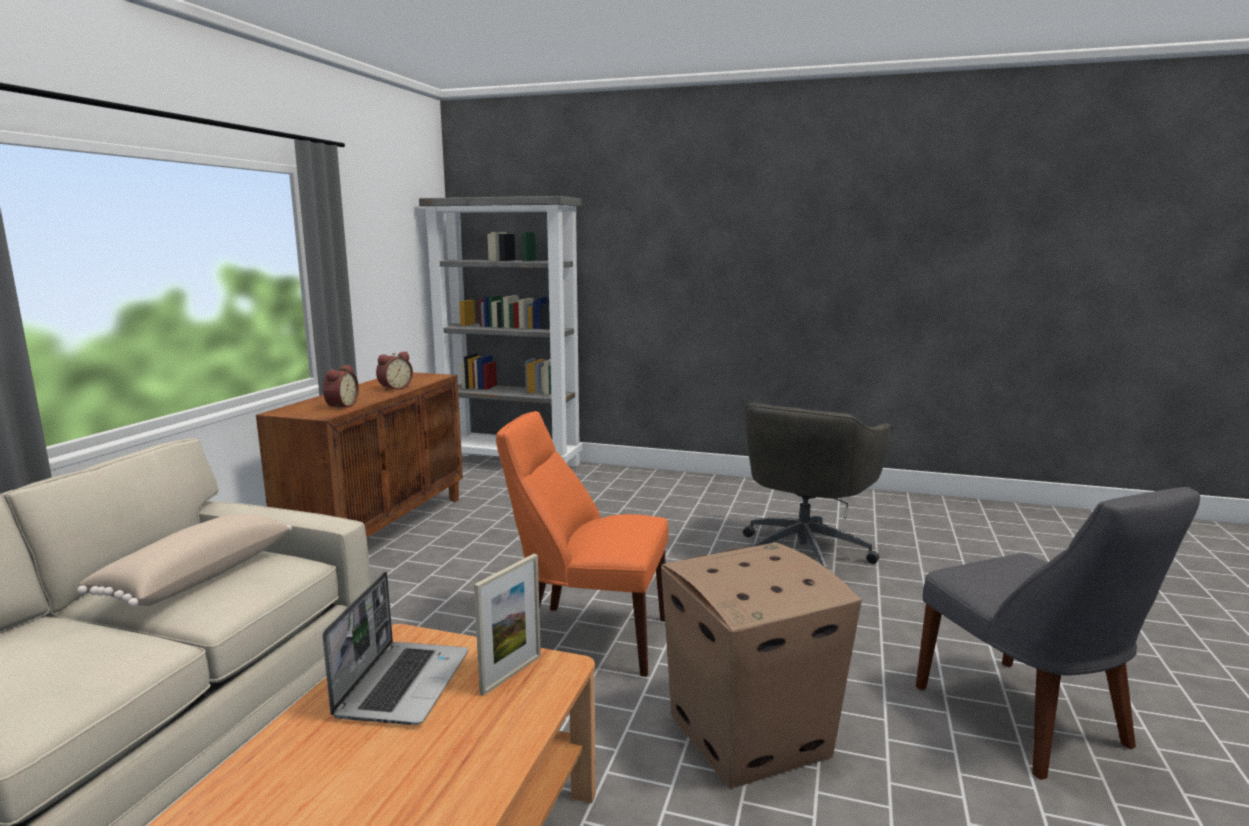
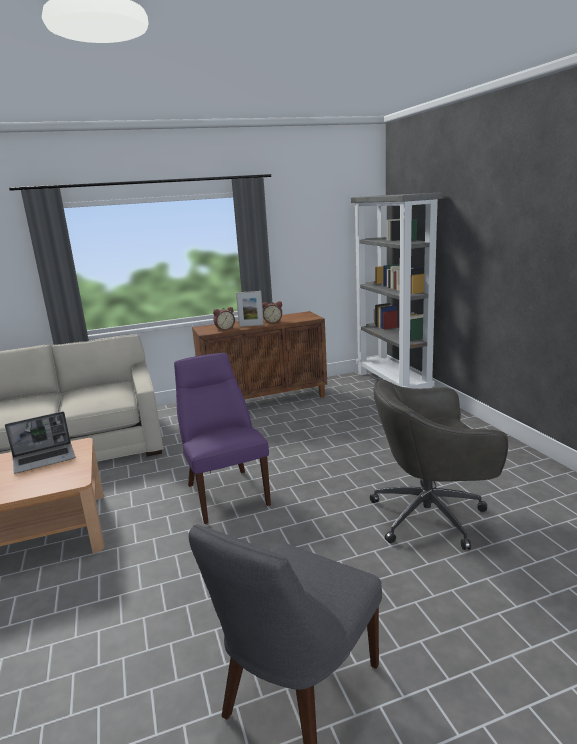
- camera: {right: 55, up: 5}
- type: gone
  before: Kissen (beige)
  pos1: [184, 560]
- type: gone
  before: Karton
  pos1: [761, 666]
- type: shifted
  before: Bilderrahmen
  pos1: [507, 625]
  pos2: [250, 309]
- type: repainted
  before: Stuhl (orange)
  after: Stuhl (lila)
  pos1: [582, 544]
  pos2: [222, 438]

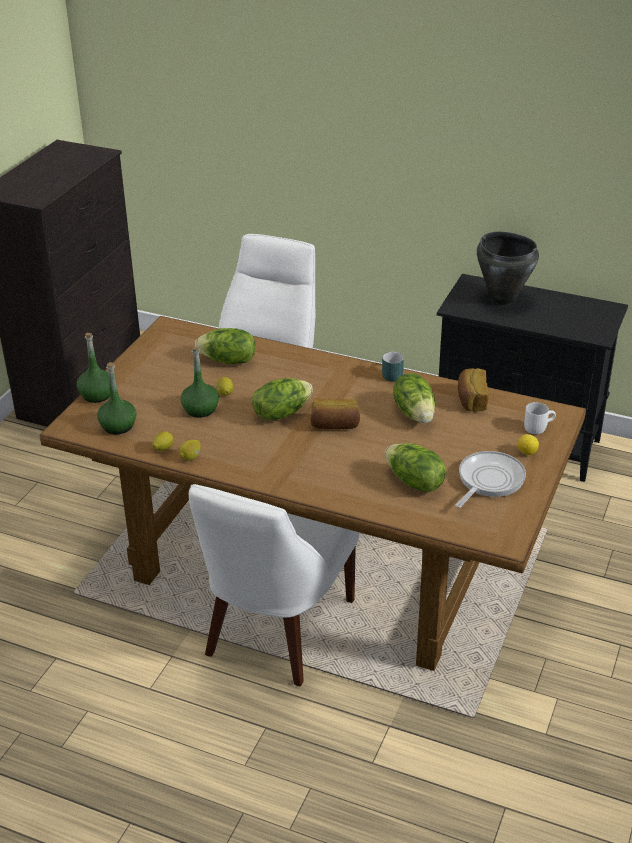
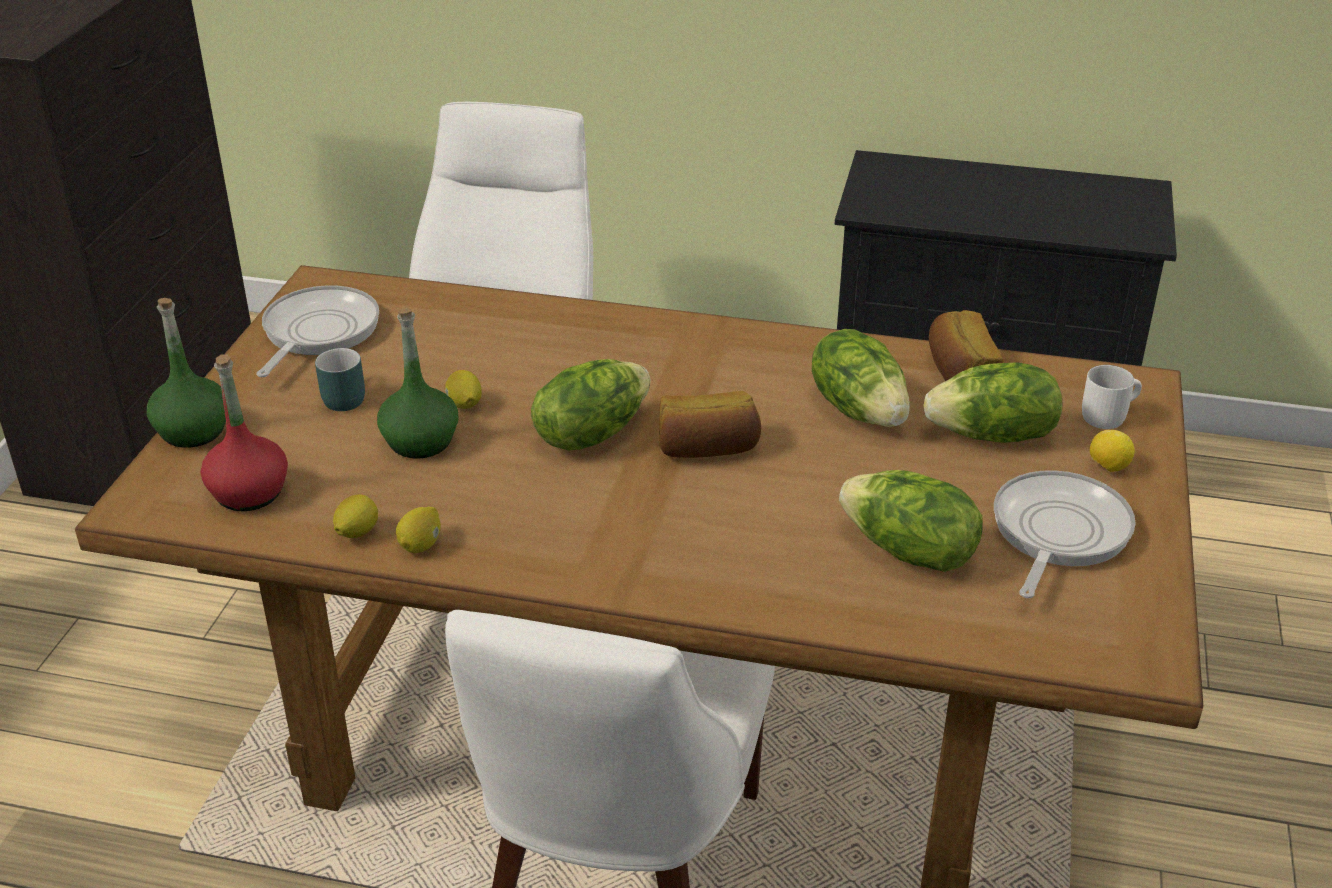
- camera: {right: -10, up: 0}
- type: gone
  before: Kochtopf (schwarz)
  pos1: [508, 268]
- type: new
  after: Pfanne
  pos2: [317, 331]
- type: shifted
  before: Salatkopf
  pos1: [225, 346]
  pos2: [993, 402]
- type: shifted
  before: Henkelbecher (türkis)
  pos1: [393, 367]
  pos2: [340, 379]
- type: repainted
  before: Flasche (grün)
  after: Flasche (rot)
  pos1: [117, 398]
  pos2: [244, 432]

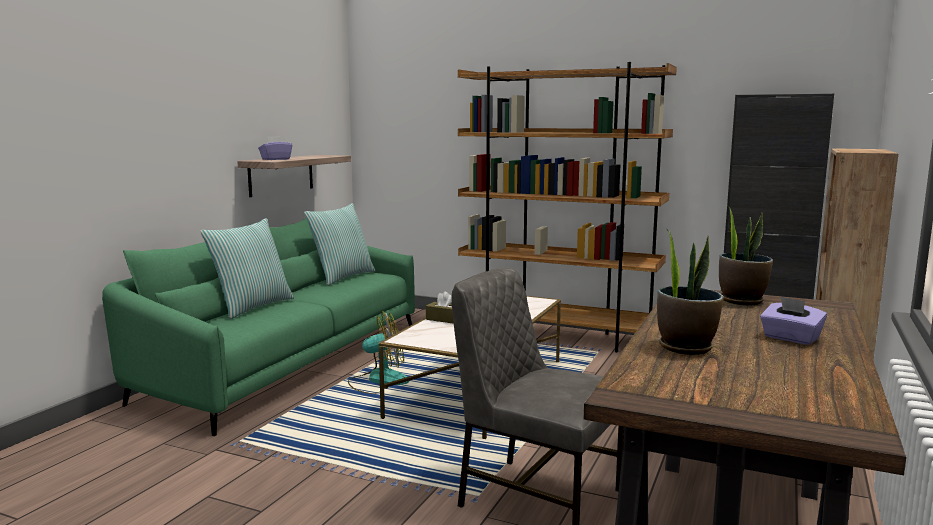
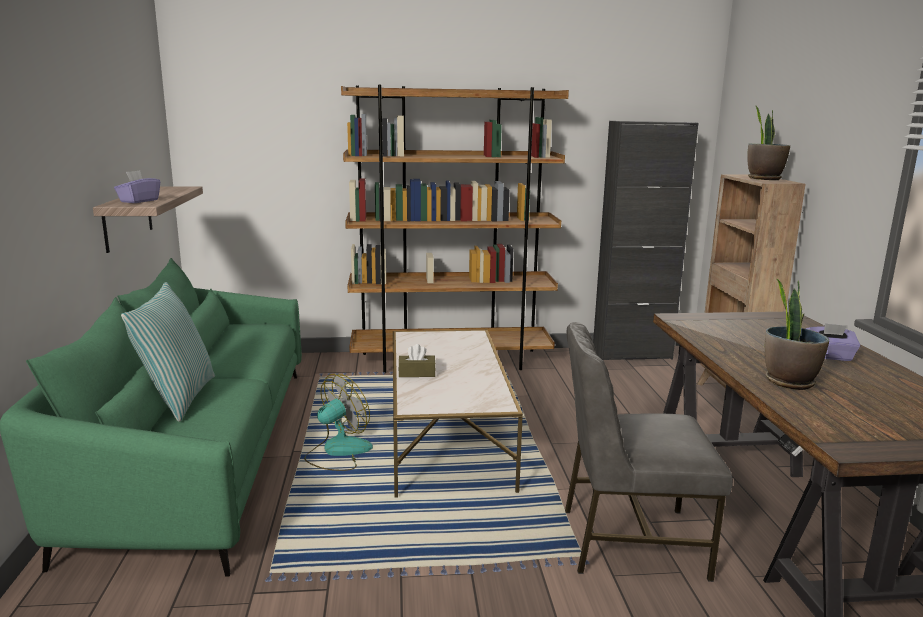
- camera: {right: -30, up: 5}
- type: gone
  before: Kissen
  pos1: [340, 244]
- type: shifted
  before: Topfpflanze
  pos1: [746, 257]
  pos2: [768, 142]

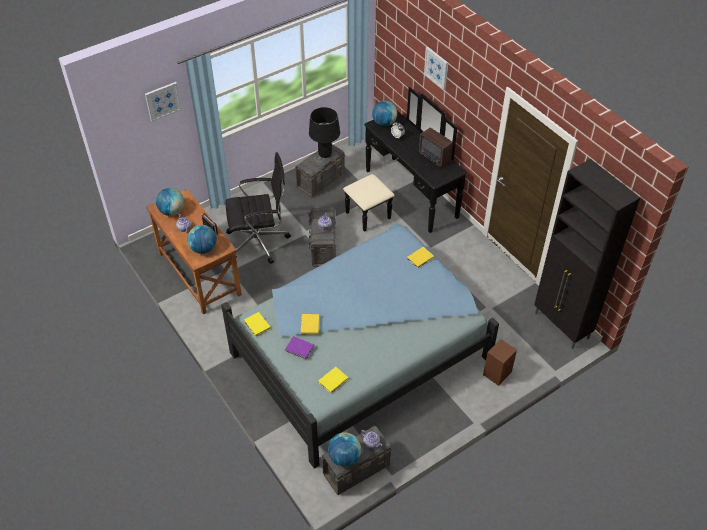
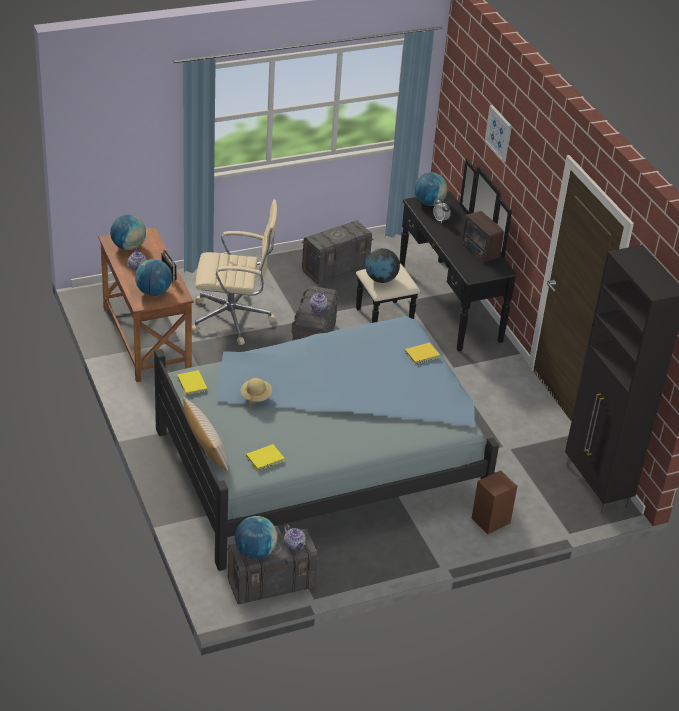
- camera: {right: 10, up: -10}
- type: gone
  before: Bild
  pos1: [163, 102]
- type: gone
  before: Buch (lila)
  pos1: [299, 347]
- type: gone
  before: Tischlampe (schwarz)
  pos1: [324, 132]
- type: new
  after: Kissen (beige)
  pos2: [205, 434]
- type: new
  after: Globus
  pos2: [382, 265]
- type: swapped
  before: Buch (gelb)
  after: Hut (beige)
  pos1: [310, 324]
  pos2: [256, 392]
- type: repainted
  before: Bürostuhl (schwarz)
  after: Bürostuhl (beige)
  pos1: [258, 208]
  pos2: [235, 272]

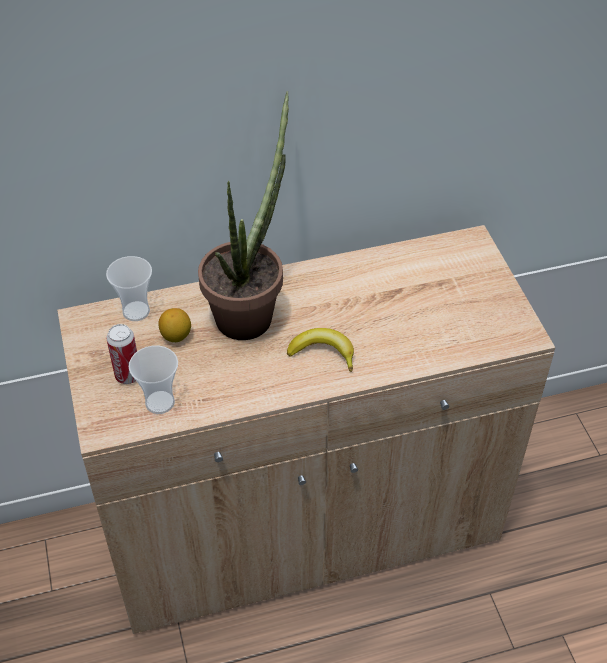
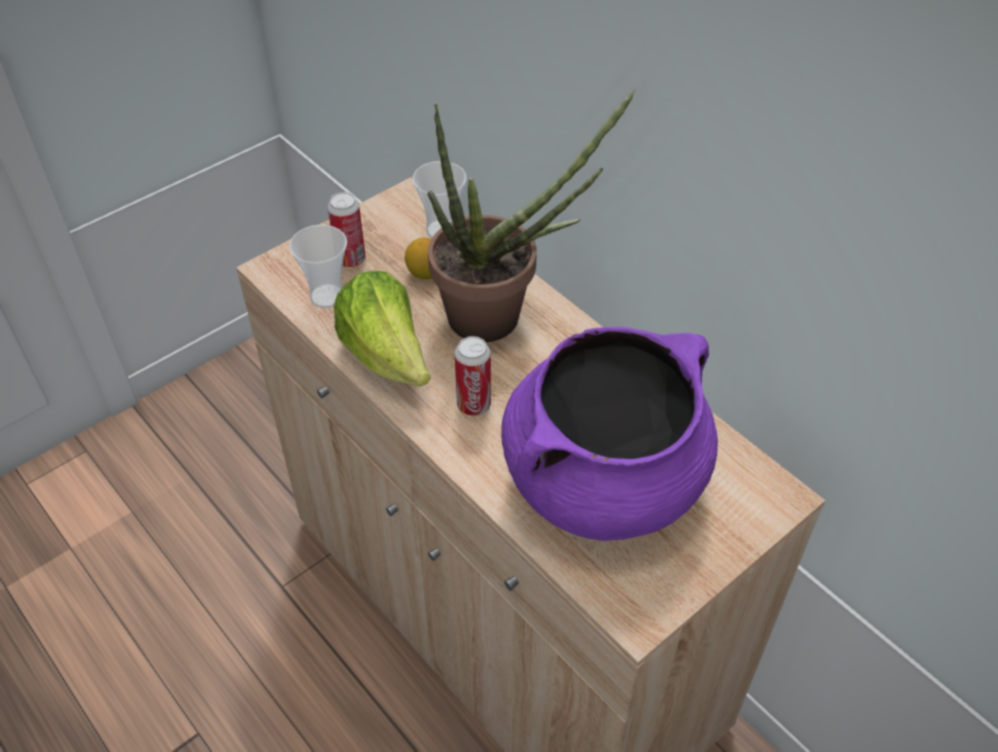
- camera: {right: 65, up: 0}
- type: new
  after: Salatkopf
  pos2: [382, 328]
- type: new
  after: Kochtopf (lila)
  pos2: [609, 434]
- type: swapped
  before: Banane
  after: Dose
  pos1: [320, 350]
  pos2: [473, 376]

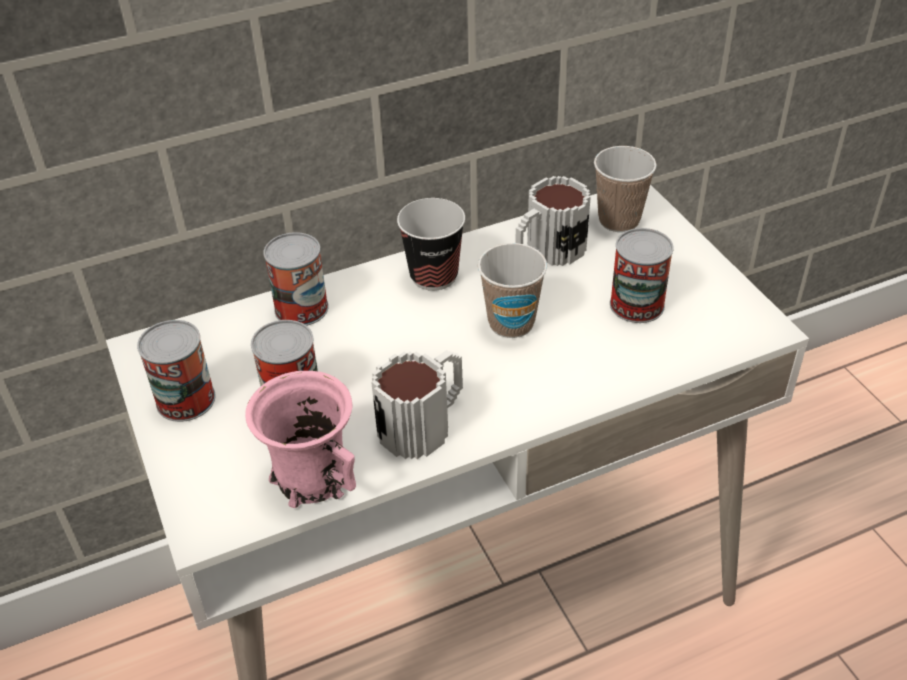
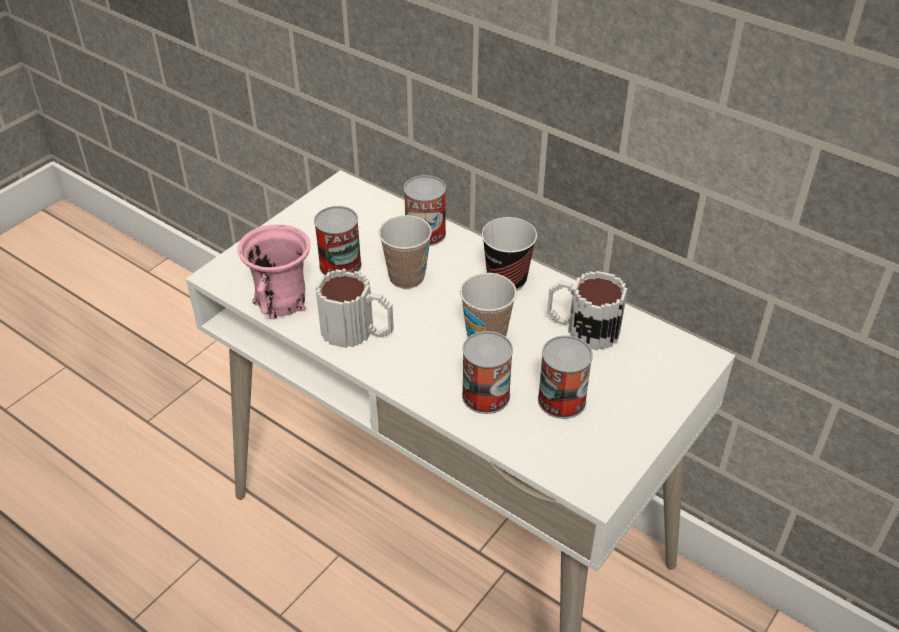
- camera: {right: 60, up: 0}
- type: shifted
  before: Dose
  pos1: [176, 371]
  pos2: [487, 372]
- type: shifted
  before: Tasse
  pos1: [625, 189]
  pos2: [405, 252]

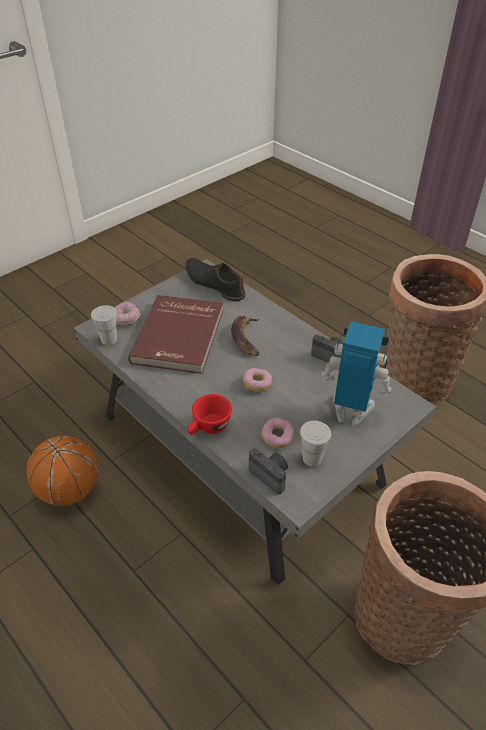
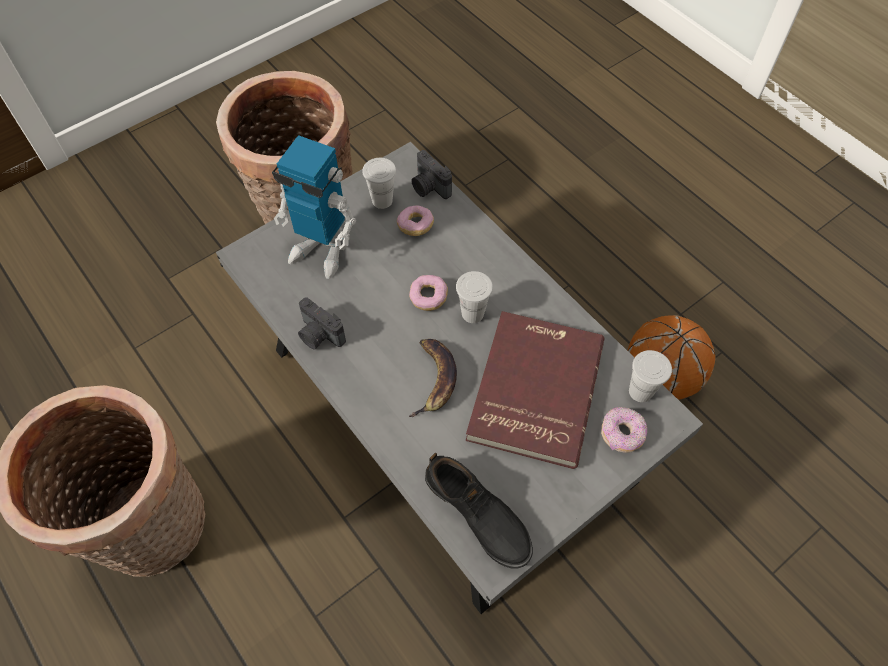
- camera: {right: -175, up: 15}
- type: gone
  before: Tasse (rot)
  pos1: [209, 414]
- type: new
  after: Tasse (weiß)
  pos2: [474, 297]

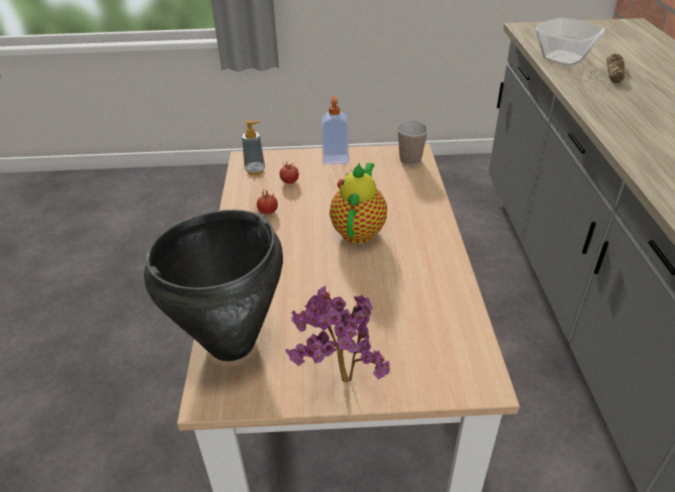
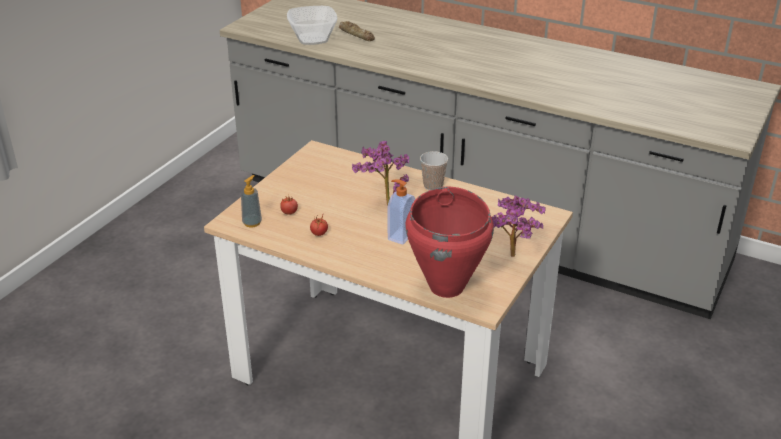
- camera: {right: -60, up: -5}
- type: shifted
  before: Seifenspender
  pos1: [335, 130]
  pos2: [401, 212]
- type: shifted
  before: Tasse
  pos1: [413, 143]
  pos2: [434, 170]
- type: swapped
  before: Teekanne
  after: Topfpflanze
  pos1: [358, 203]
  pos2: [380, 173]
- type: repainted
  before: Kochtopf (schwarz)
  after: Kochtopf (rot)
  pos1: [213, 285]
  pos2: [449, 242]

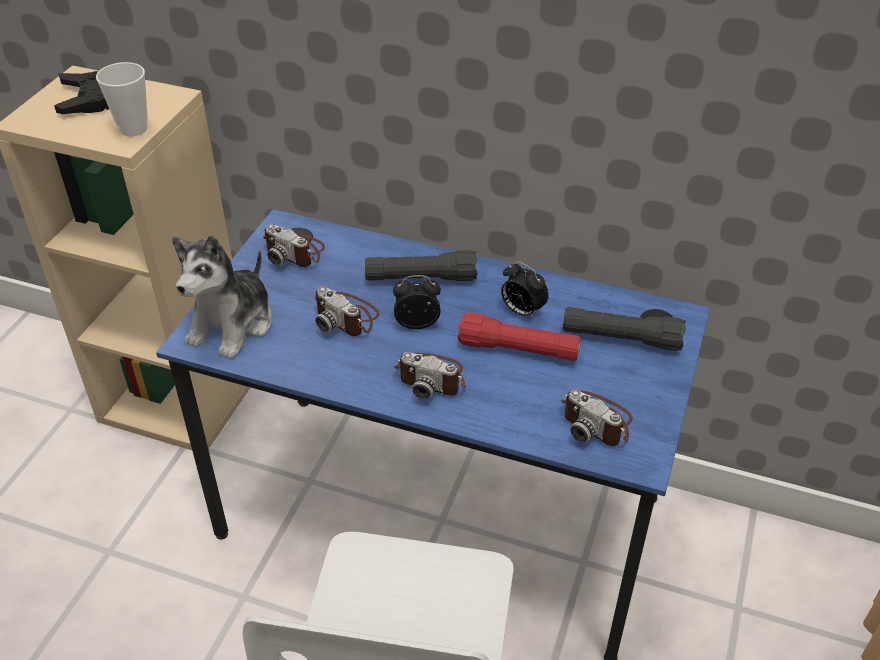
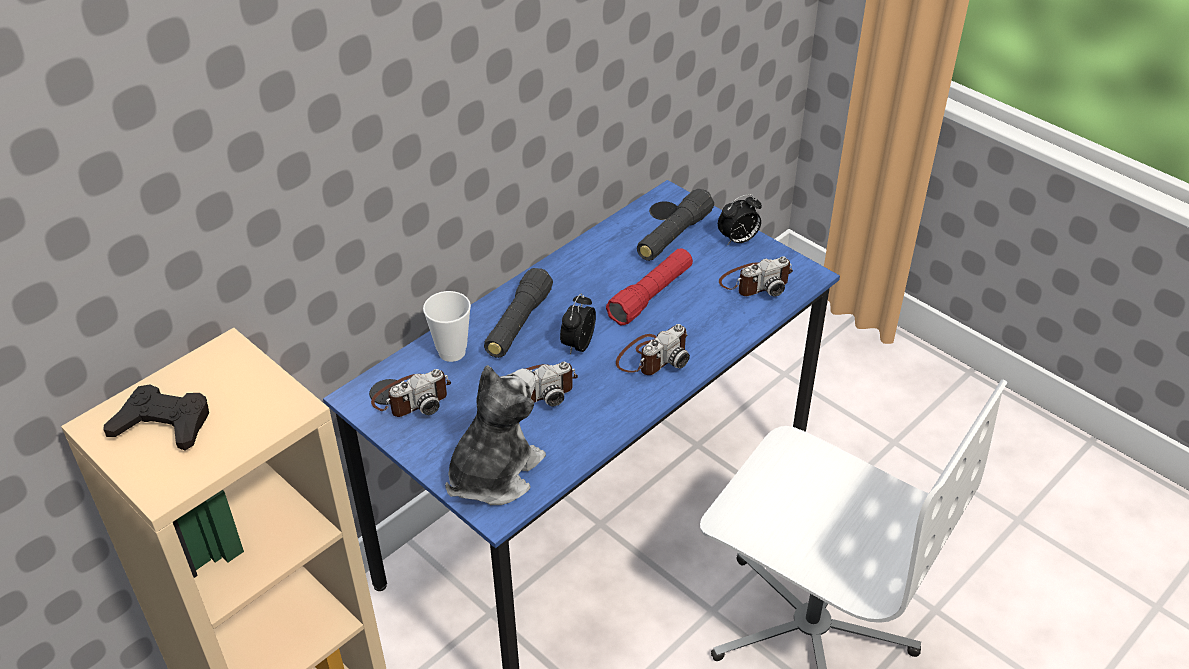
- camera: {right: -65, up: 0}
- type: shifted
  before: Tasse
  pos1: [122, 99]
  pos2: [447, 326]
- type: shifted
  before: Wecker
  pos1: [525, 290]
  pos2: [740, 220]
- type: rotated
  before: Plüschtier
  pos1: [222, 297]
  pos2: [495, 435]
  turn: -105

